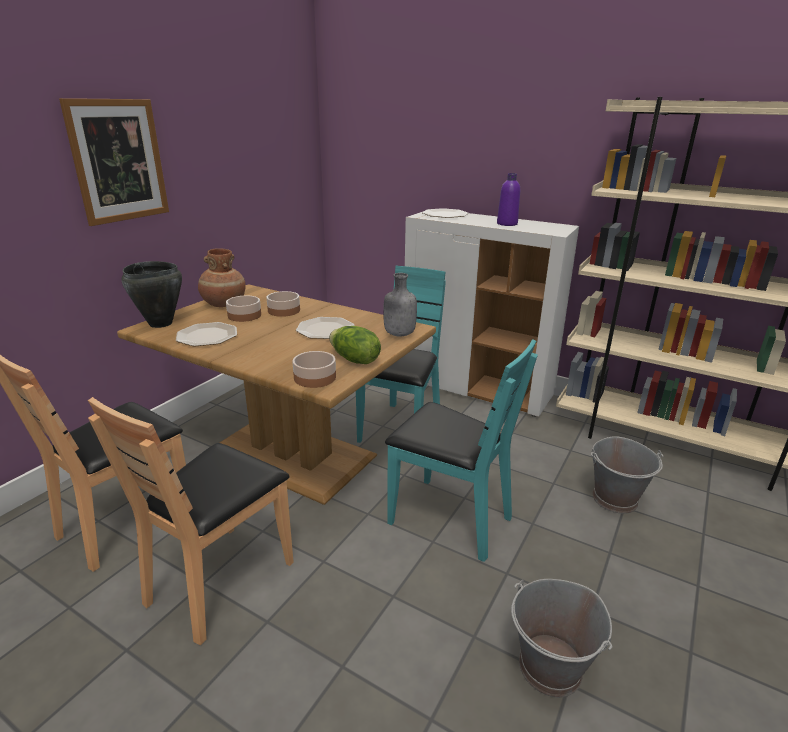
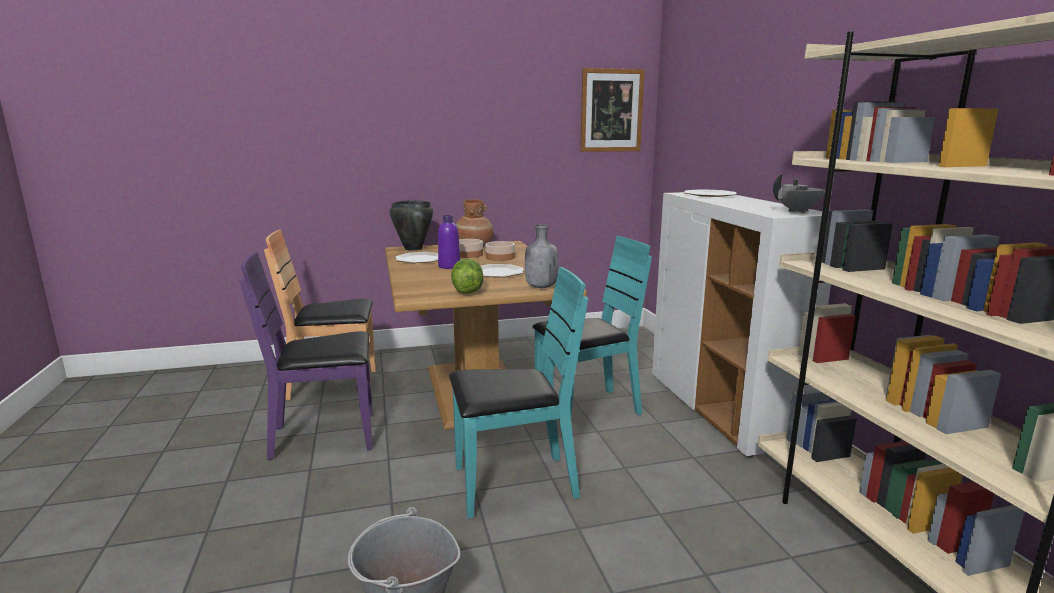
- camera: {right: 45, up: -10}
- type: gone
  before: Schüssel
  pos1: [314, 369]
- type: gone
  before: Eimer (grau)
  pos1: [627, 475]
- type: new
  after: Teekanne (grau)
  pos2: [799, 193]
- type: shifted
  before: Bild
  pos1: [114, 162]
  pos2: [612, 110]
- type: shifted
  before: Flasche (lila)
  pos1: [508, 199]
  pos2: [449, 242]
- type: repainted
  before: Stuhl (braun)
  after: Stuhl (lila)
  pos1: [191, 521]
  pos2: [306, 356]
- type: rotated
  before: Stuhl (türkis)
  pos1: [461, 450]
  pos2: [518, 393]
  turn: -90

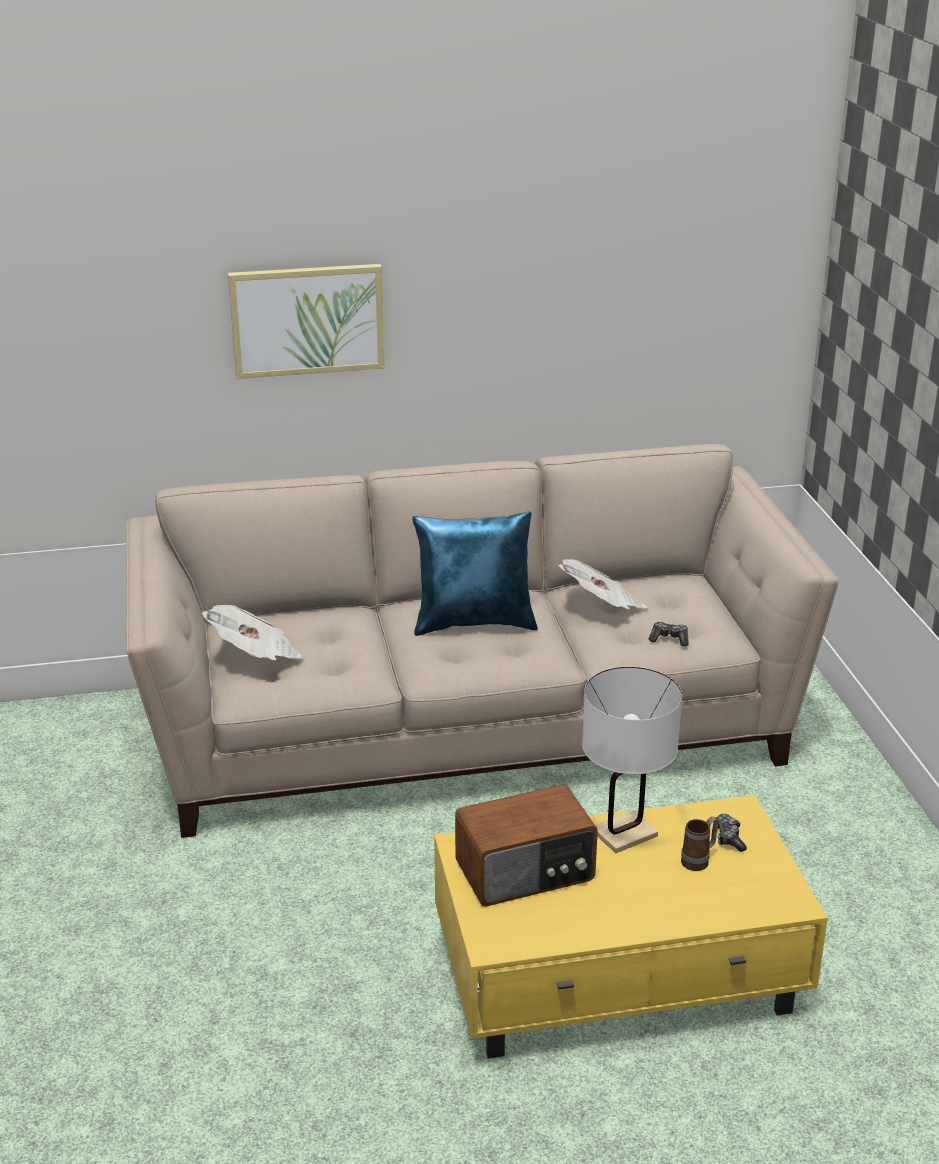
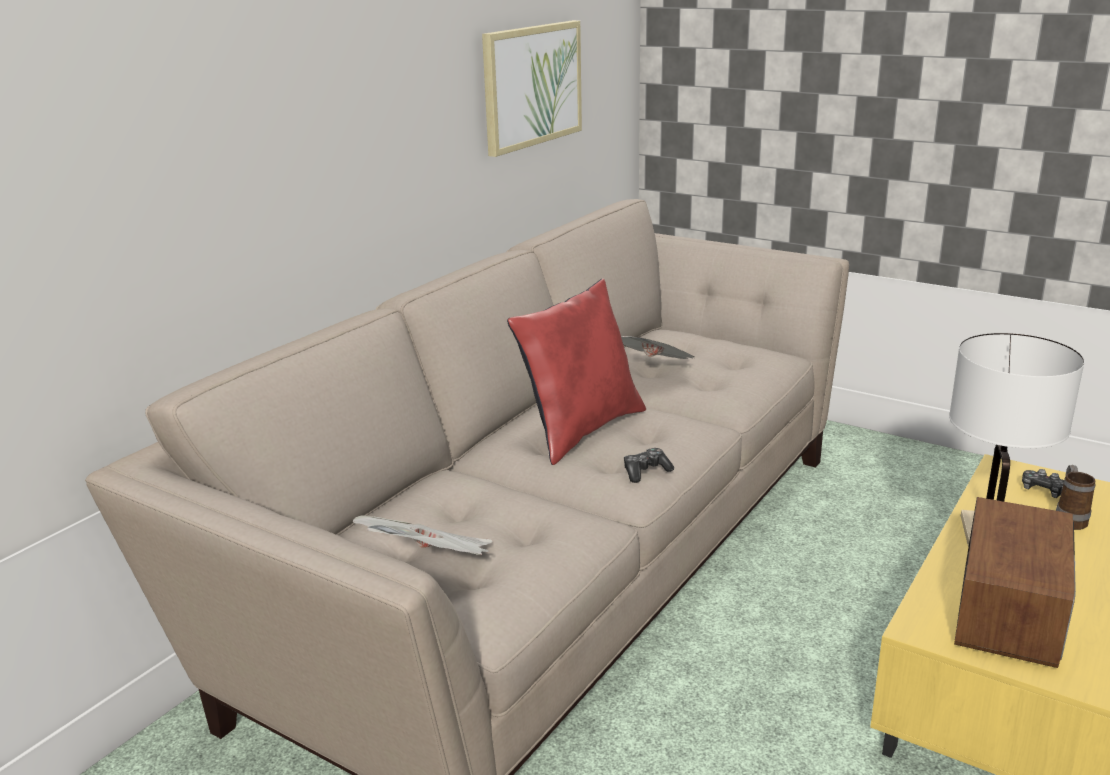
- camera: {right: -45, up: -5}
- type: shifted
  before: Bild
  pos1: [306, 321]
  pos2: [532, 88]
- type: shifted
  before: Gamepad
  pos1: [669, 634]
  pos2: [649, 465]
- type: repainted
  before: Kissen (blau)
  after: Kissen (rot)
  pos1: [475, 573]
  pos2: [576, 372]

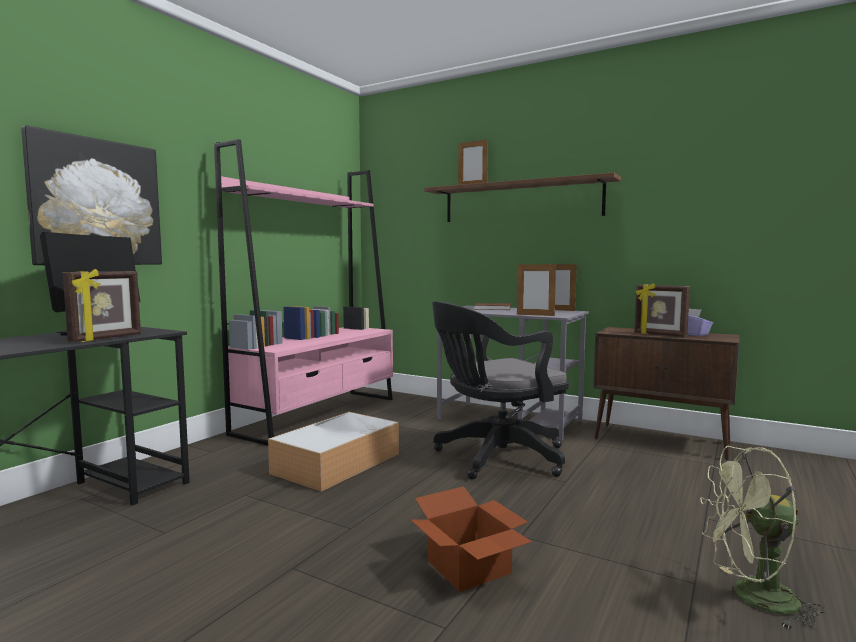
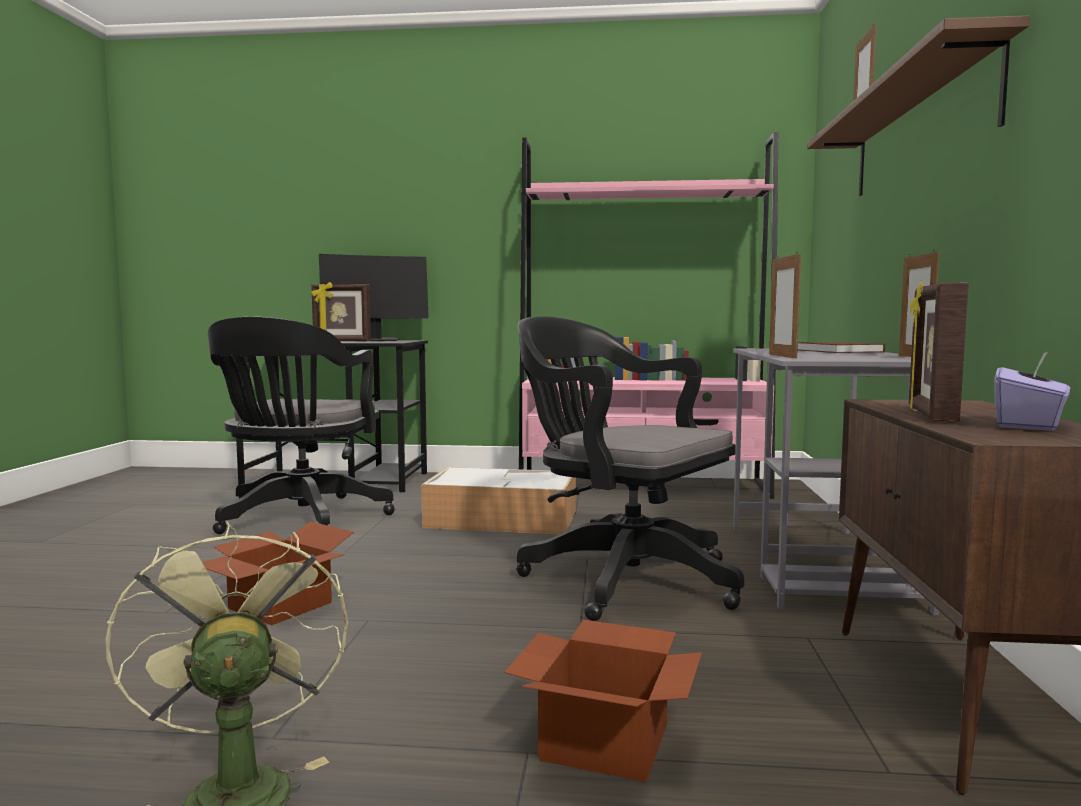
- camera: {right: 65, up: 0}
- type: gone
  before: Bild
  pos1: [91, 195]
- type: new
  after: Bürostuhl (schwarz)
  pos2: [301, 425]
- type: new
  after: Karton
  pos2: [603, 701]

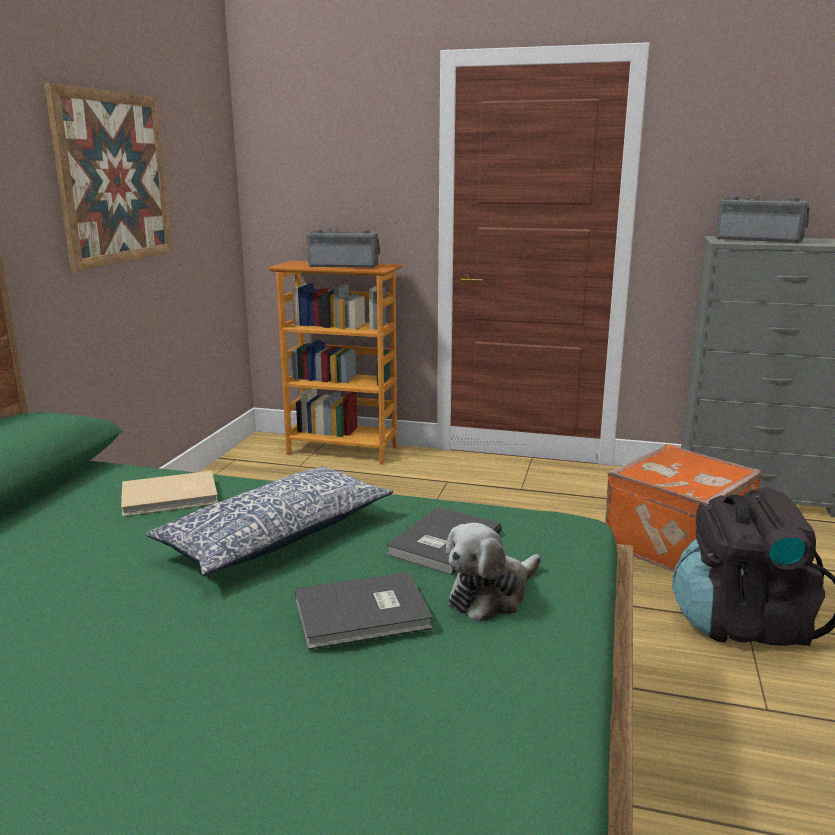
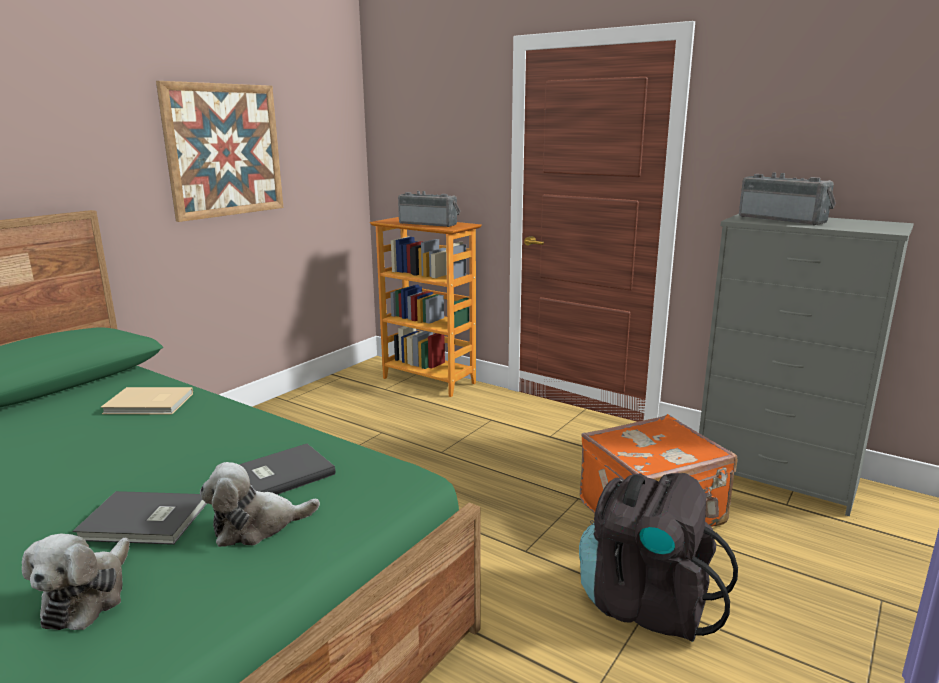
- camera: {right: 20, up: 0}
- type: gone
  before: Kissen
  pos1: [269, 521]
- type: new
  after: Plüschtier
  pos2: [76, 581]

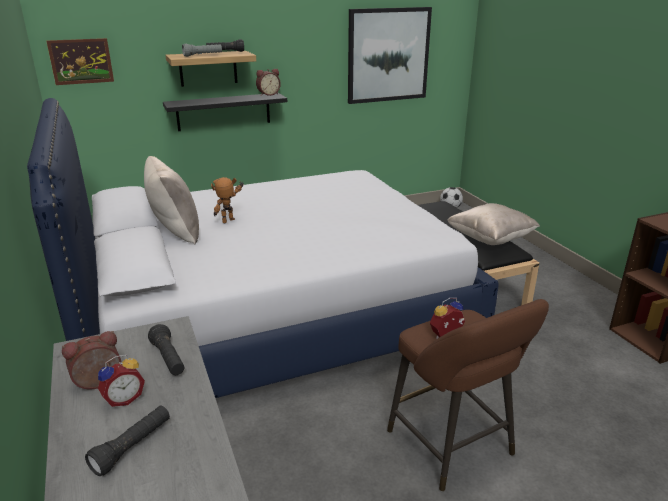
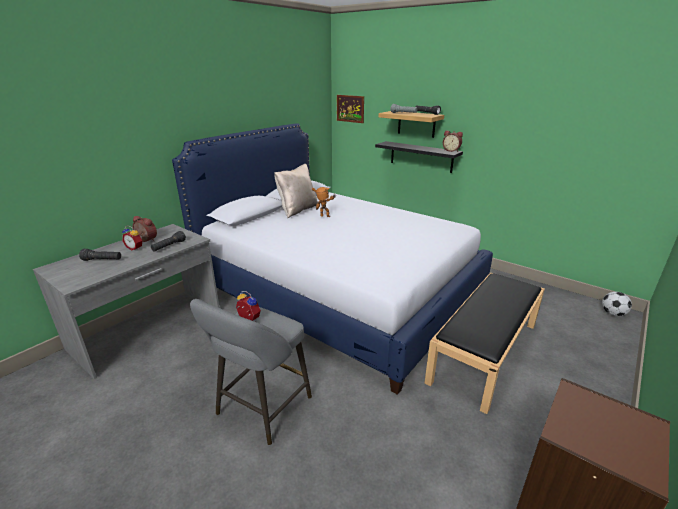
- camera: {right: 60, up: 0}
- type: gone
  before: Bild
  pos1: [390, 55]
- type: gone
  before: Kissen (beige)
  pos1: [493, 224]
- type: repainted
  before: Hocker (braun)
  after: Hocker (grau)
  pos1: [468, 395]
  pos2: [251, 372]

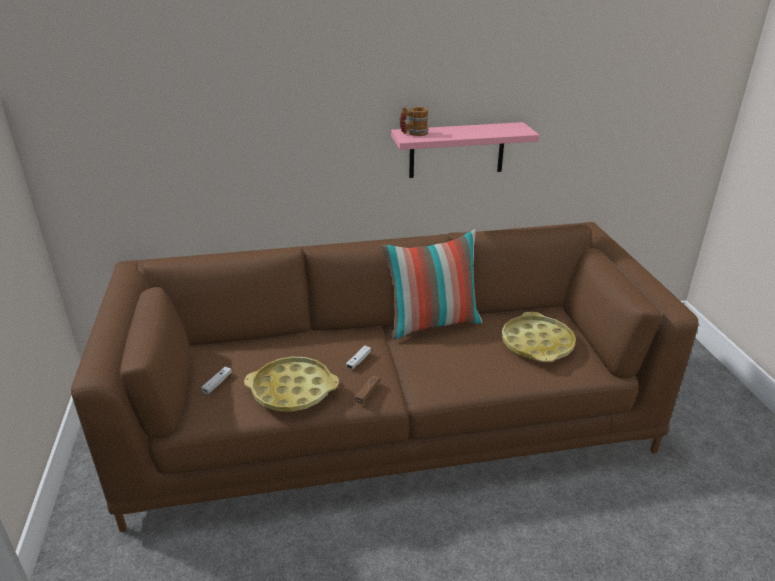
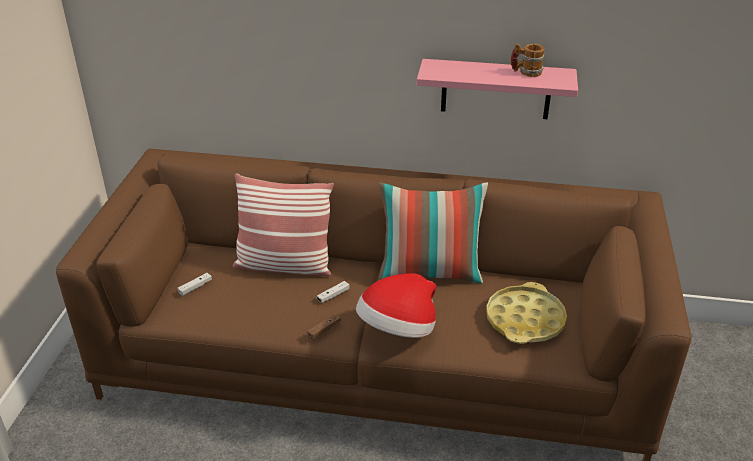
- camera: {right: 20, up: 5}
- type: gone
  before: Tablett (gelb)
  pos1: [291, 384]
- type: new
  after: Kissen
  pos2: [283, 224]
- type: new
  after: Hut
  pos2: [396, 305]
- type: shifted
  before: Henkelbecher
  pos1: [414, 121]
  pos2: [527, 60]

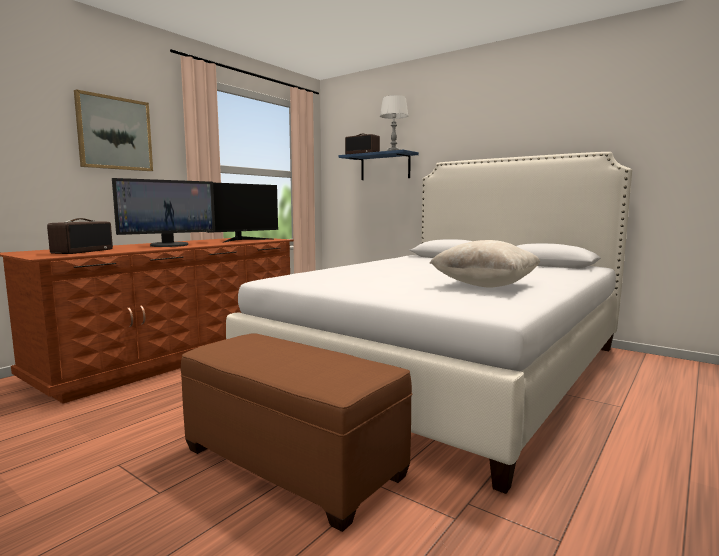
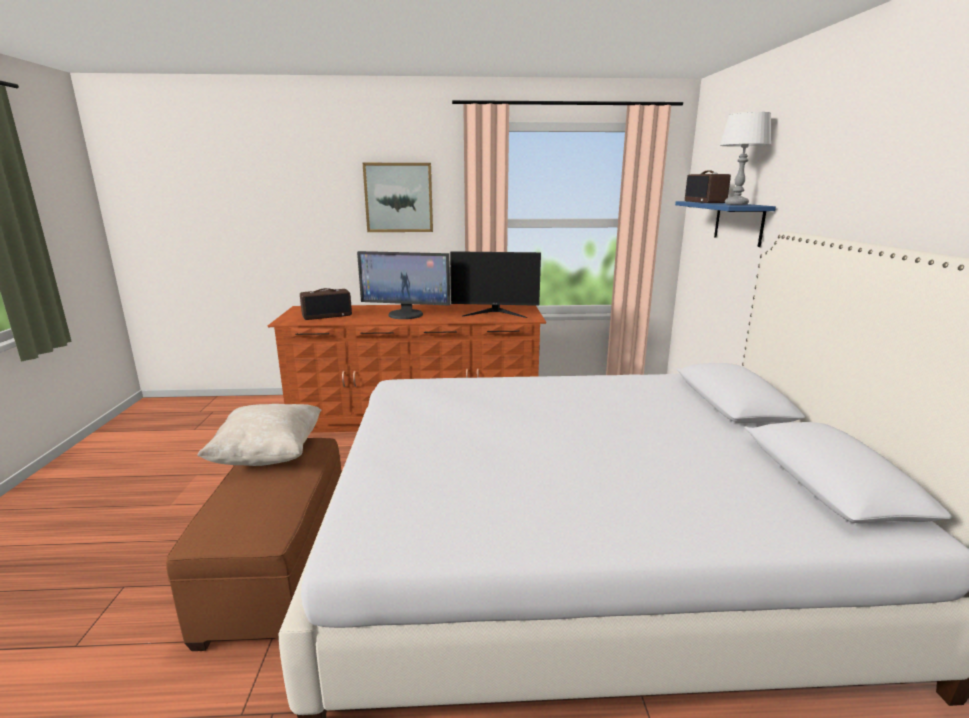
- camera: {right: 50, up: 10}
- type: shifted
  before: Kissen (beige)
  pos1: [484, 264]
  pos2: [259, 435]

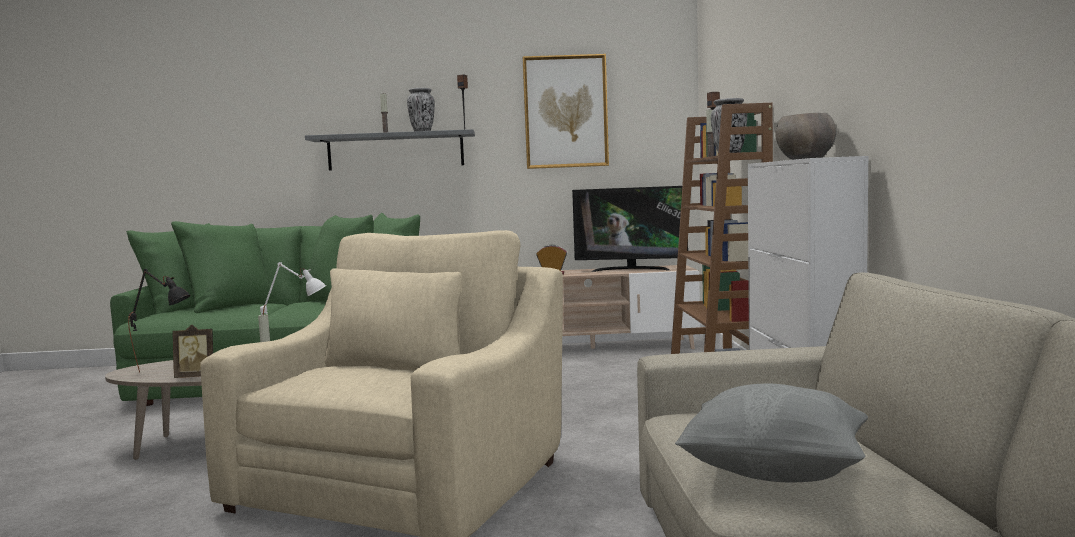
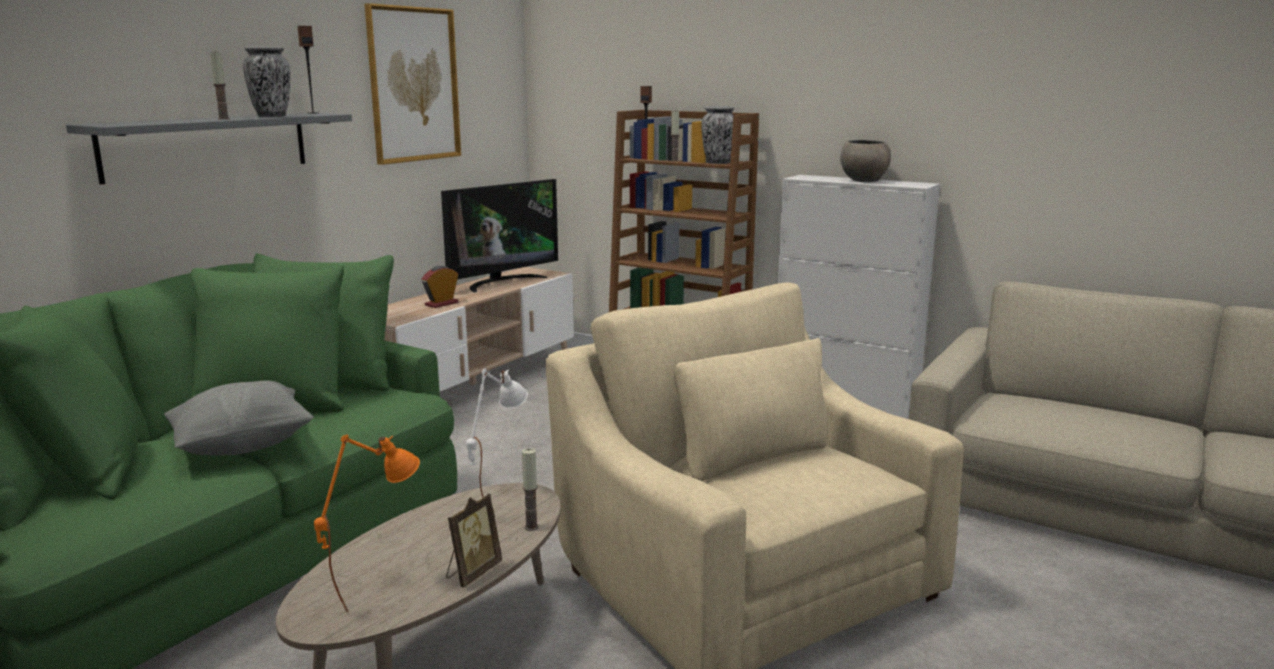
- camera: {right: -55, up: 10}
- type: shifted
  before: Kissen (grau)
  pos1: [771, 433]
  pos2: [239, 418]
- type: repainted
  before: Tischlampe (schwarz)
  after: Tischlampe (orange)
  pos1: [159, 320]
  pos2: [367, 523]

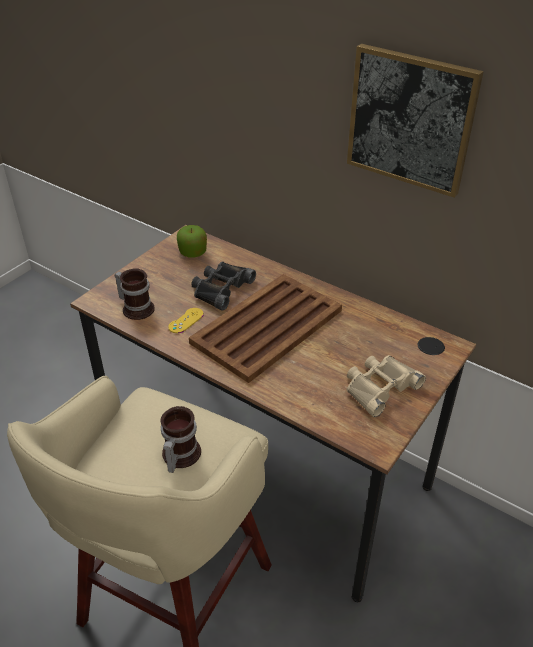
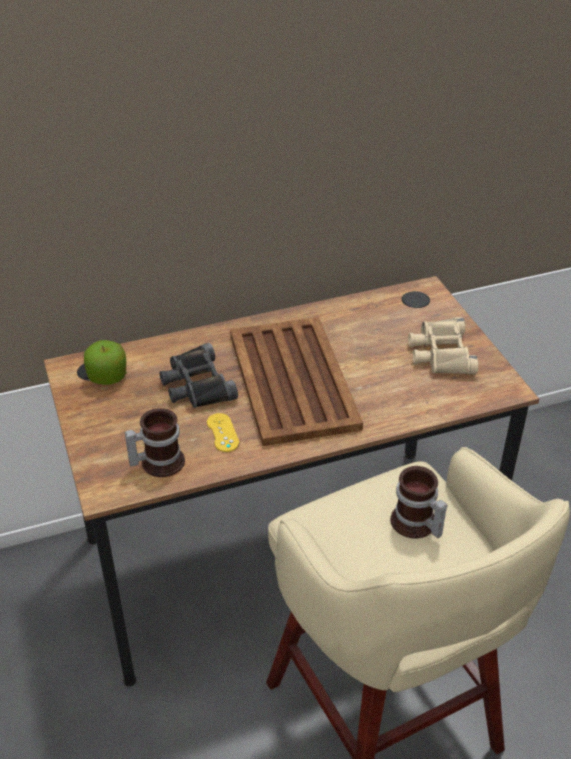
- camera: {right: -55, up: 0}
- type: gone
  before: Bild
  pos1: [415, 121]

